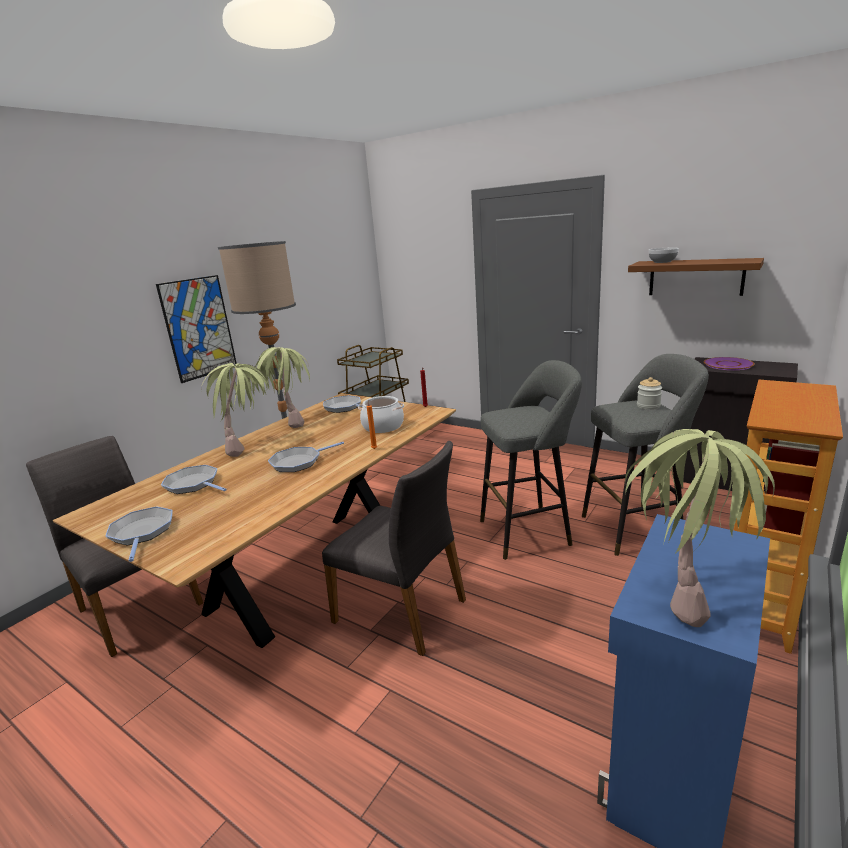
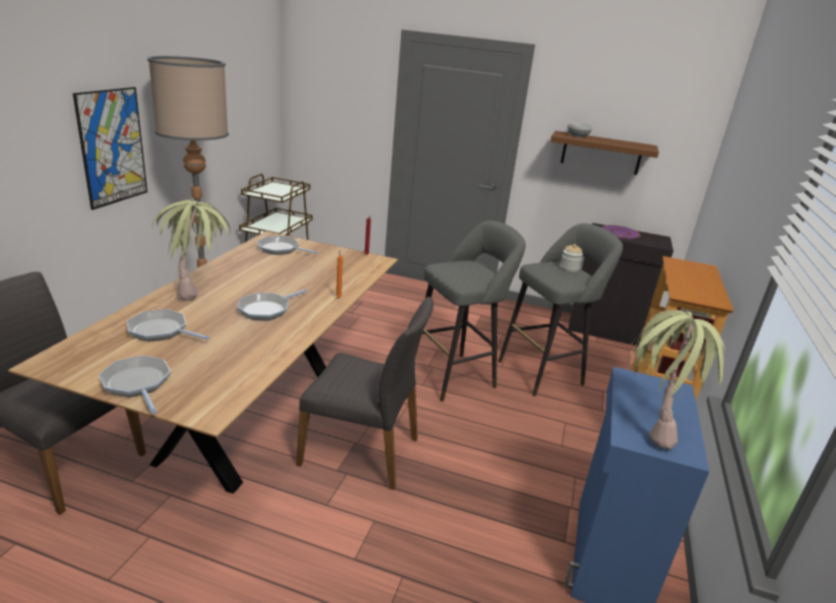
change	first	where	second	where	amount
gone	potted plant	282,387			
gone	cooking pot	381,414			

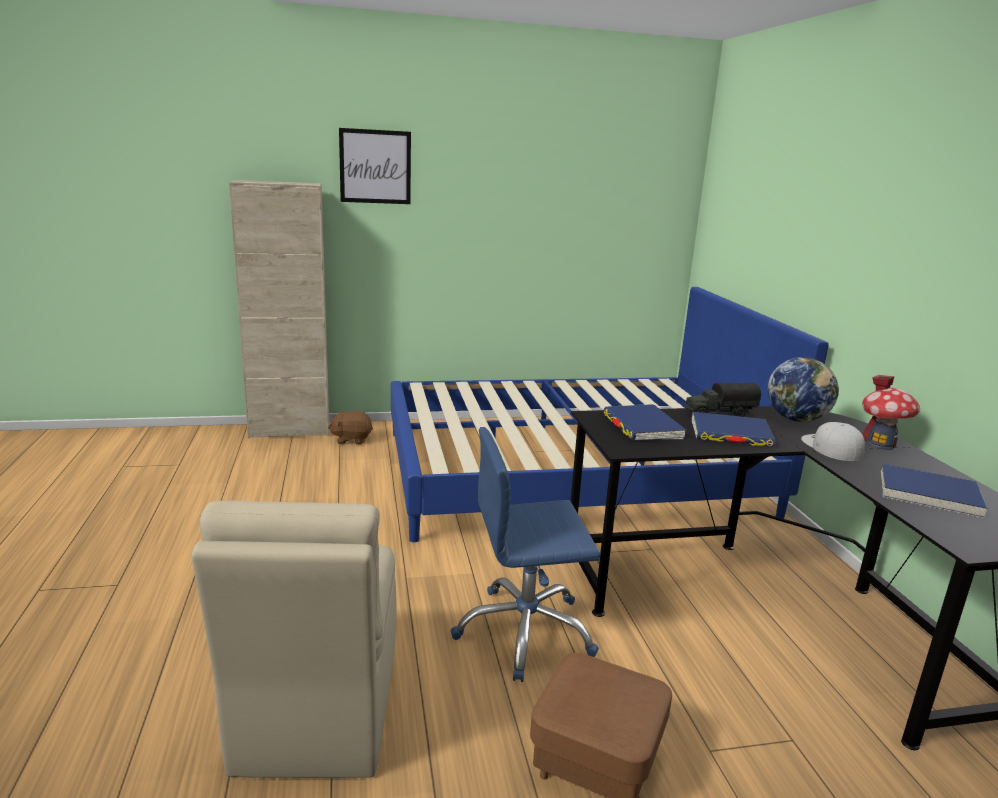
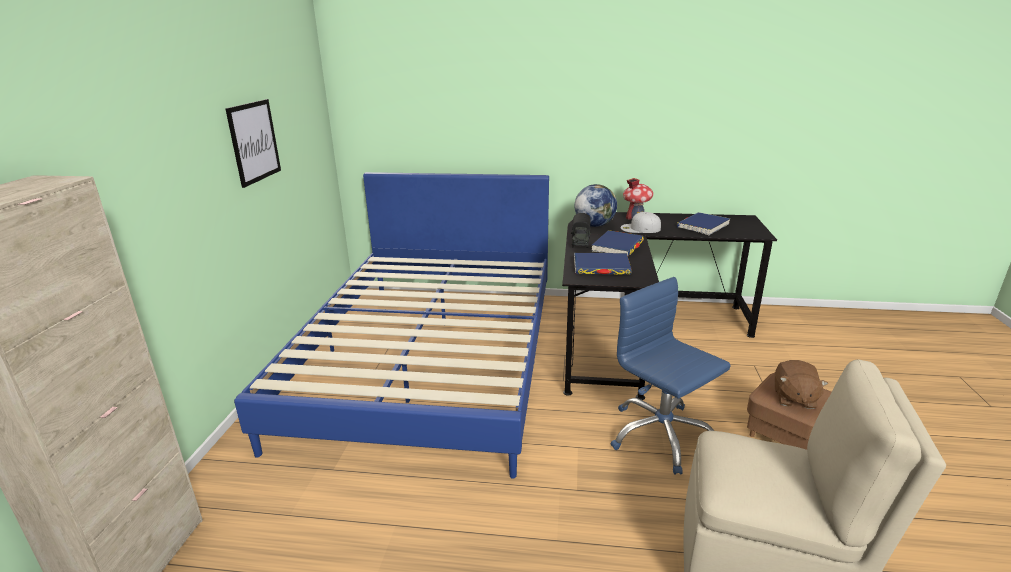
change	first	where	second	where	amount
shifted	picture	375,166		253,143	
rotated	blue office chair	525,554		671,376	135 degrees clockwise
shifted	brown plush toy	350,428		801,384	

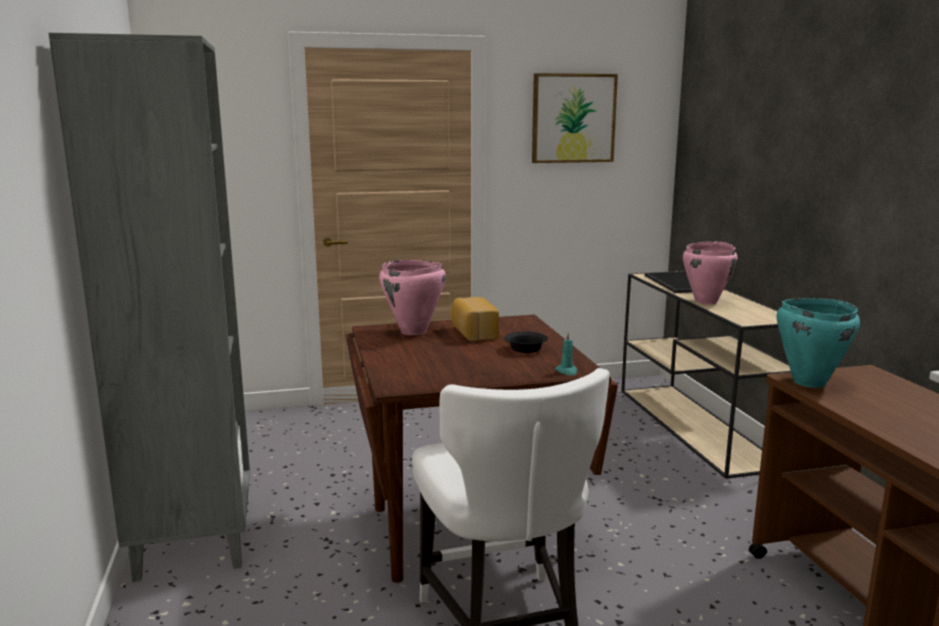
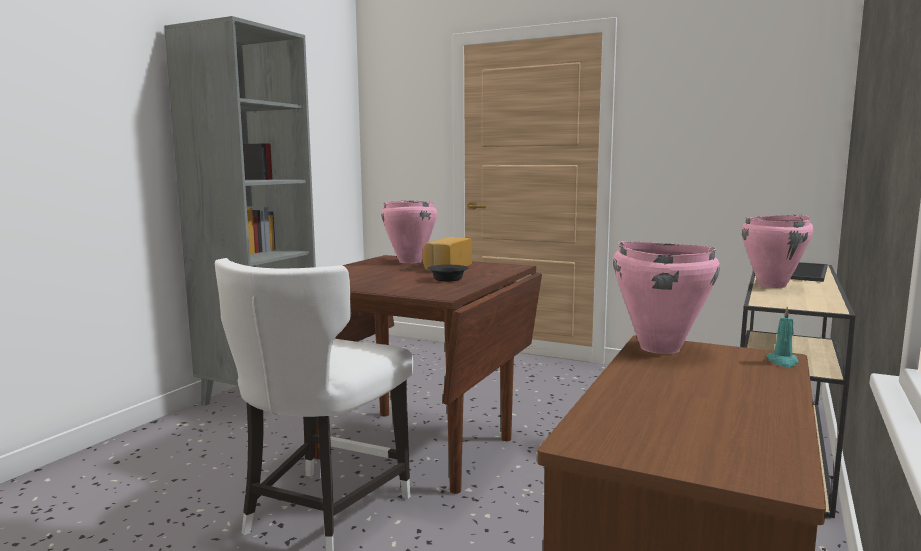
change	first	where	second	where	amount
repainted	turquoise cooking pot	818,343	pink cooking pot	666,297	
shifted	turquoise candle	566,354		782,337	
gone	picture	575,118			

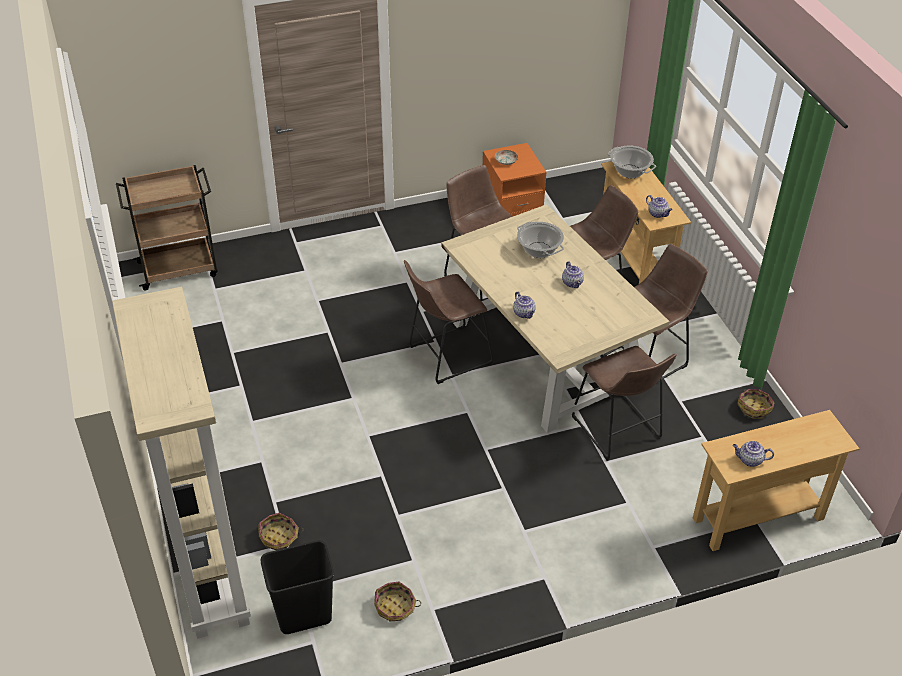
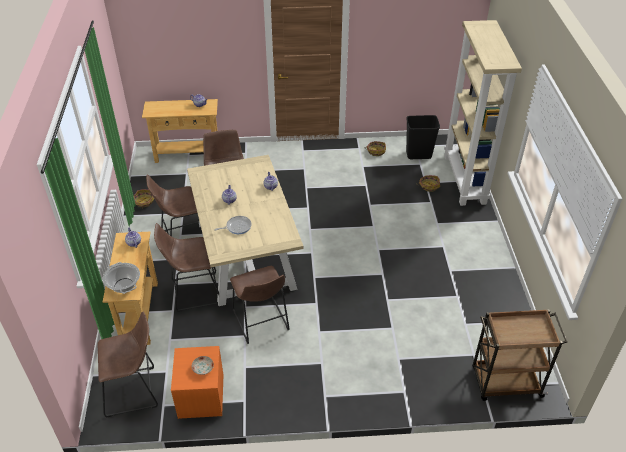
change	first	where	second	where	amount
shifted	brown stool	448,322		127,365	
swapped	cooking pot	540,240	frying pan	233,225	

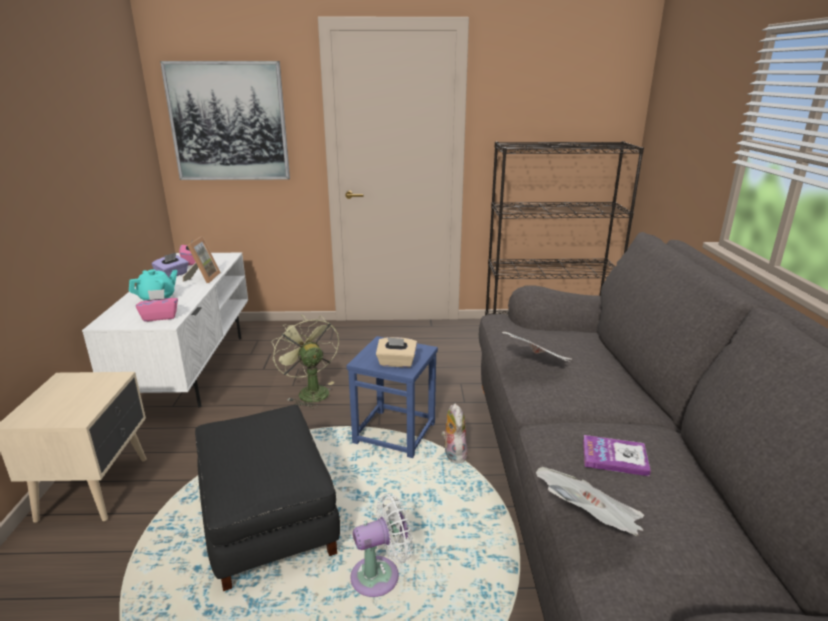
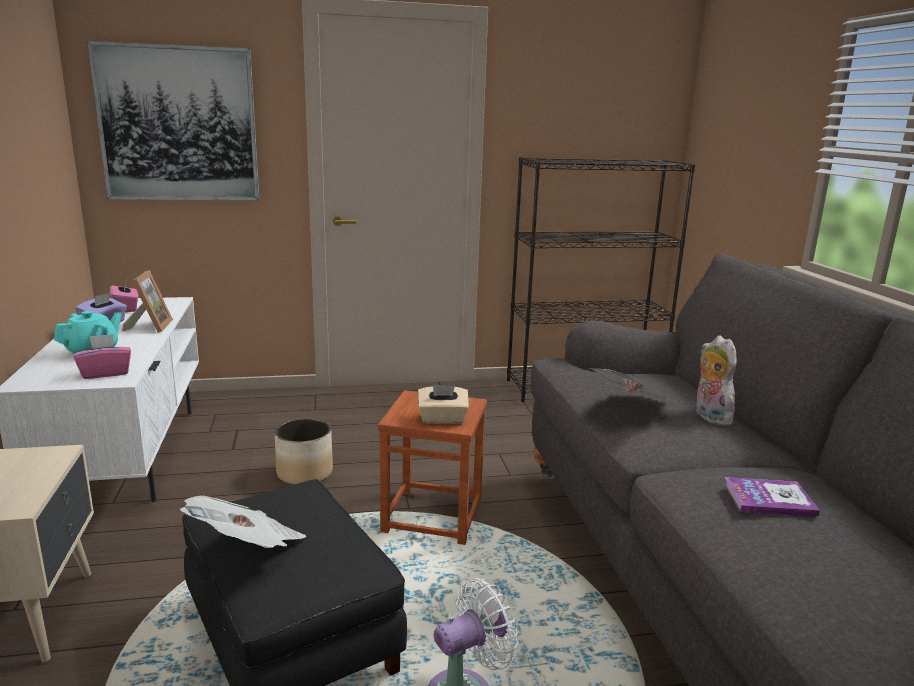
change	first	where	second	where	amount
shifted	newspaper	590,501		242,522	
swapped	green fan	305,361	planter	304,451	
repainted	blue stool	392,397	brown stool	432,467	
shifted	plush toy	454,433		716,380	

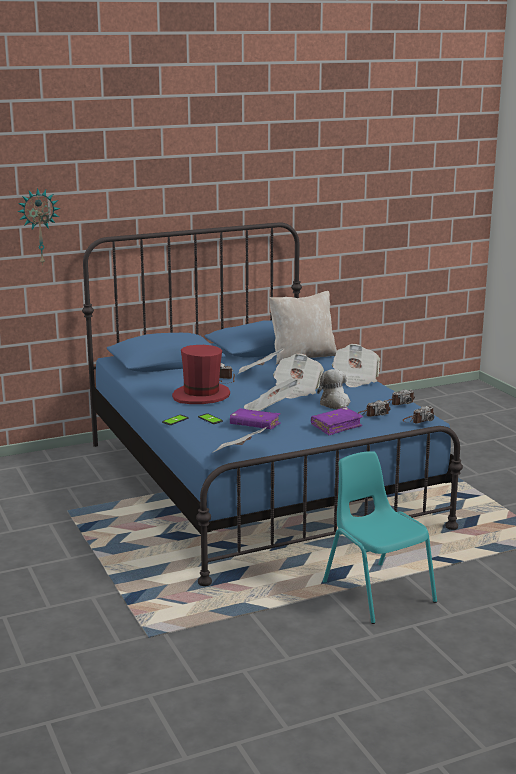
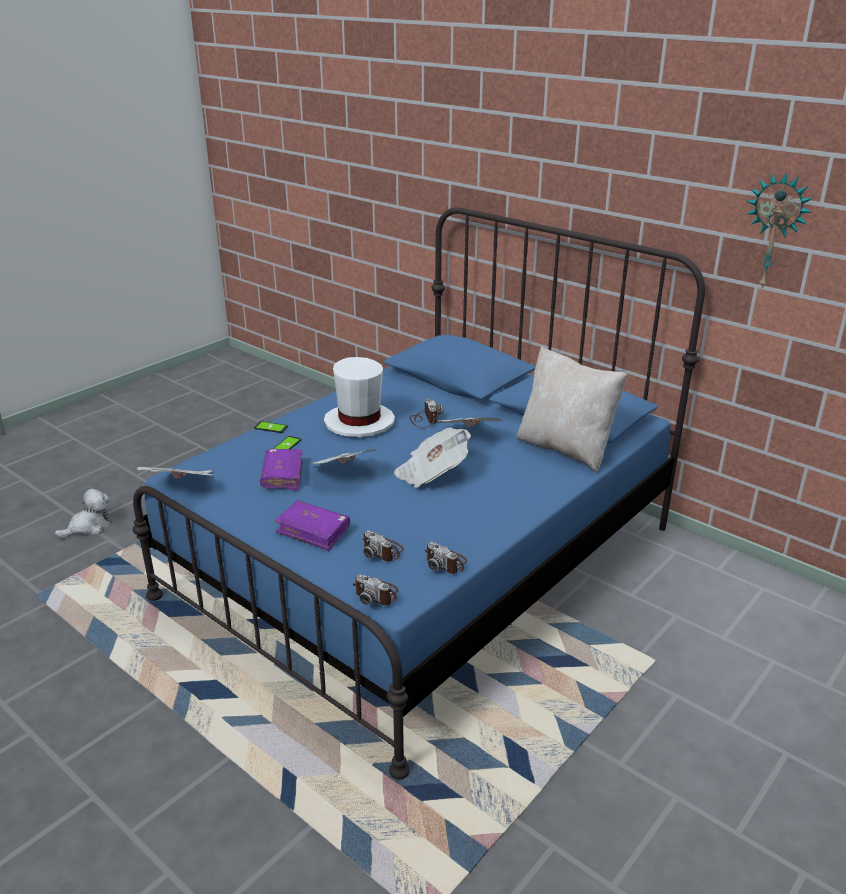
change	first	where	second	where	amount
shifted	plush toy	333,389		83,513	
repainted	red hat	201,374	white hat	359,397	
shifted	wall clock	38,226		780,230	
gone	turquoise chair	380,537			
gone	newspaper	356,365			

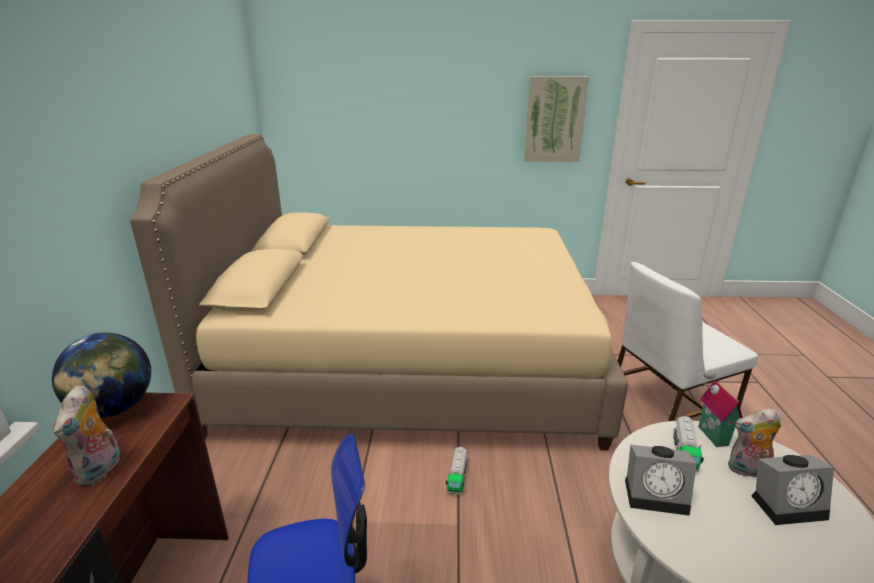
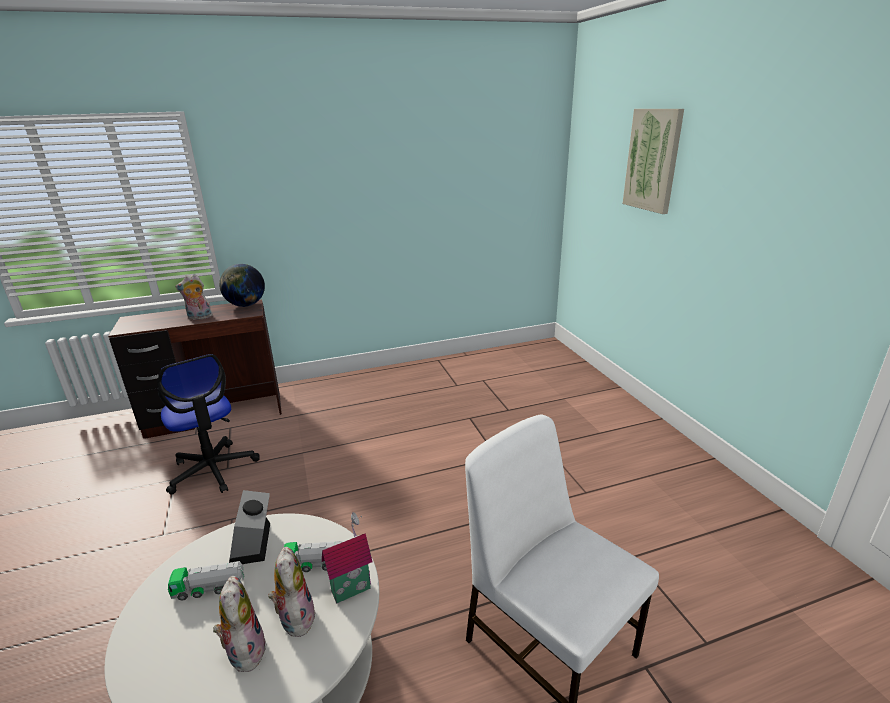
change	first	where	second	where	amount
shifted	toy truck	457,471		206,581	
swapped	alarm clock	792,490	plush toy	240,624	
shifted	picture	556,119		653,161	
gone	beige bed	379,292			

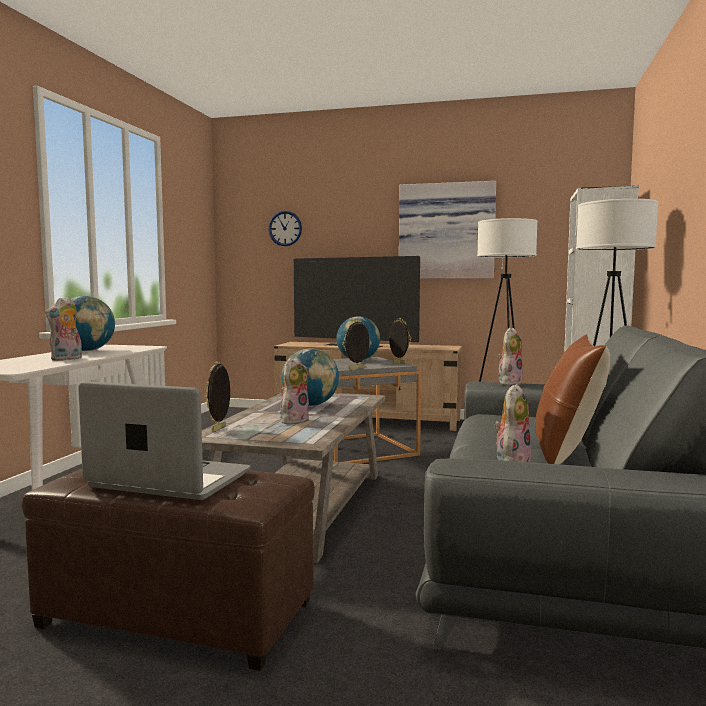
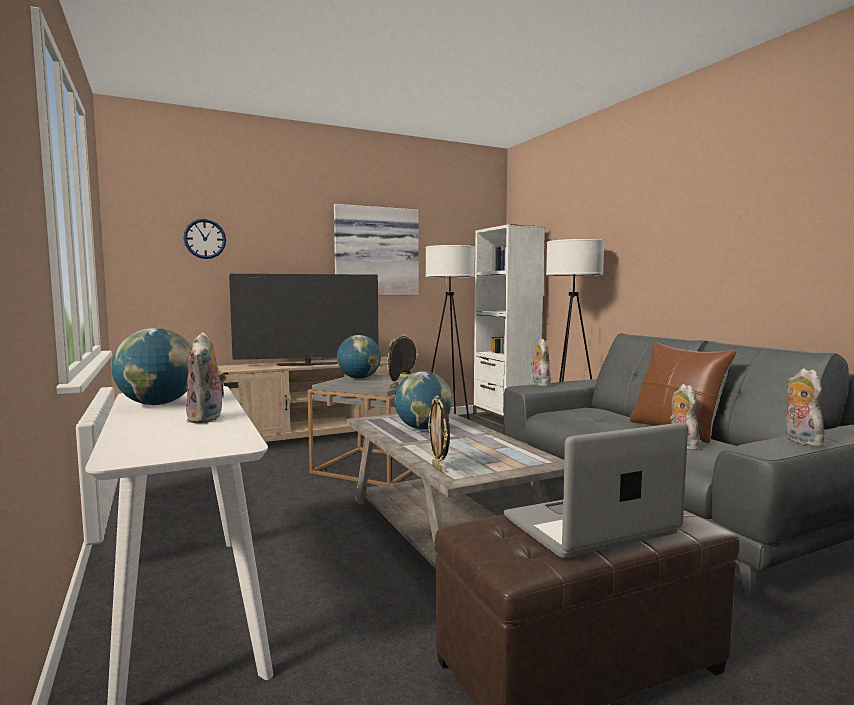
change	first	where	second	where	amount
shifted	plush toy	295,390		807,408	

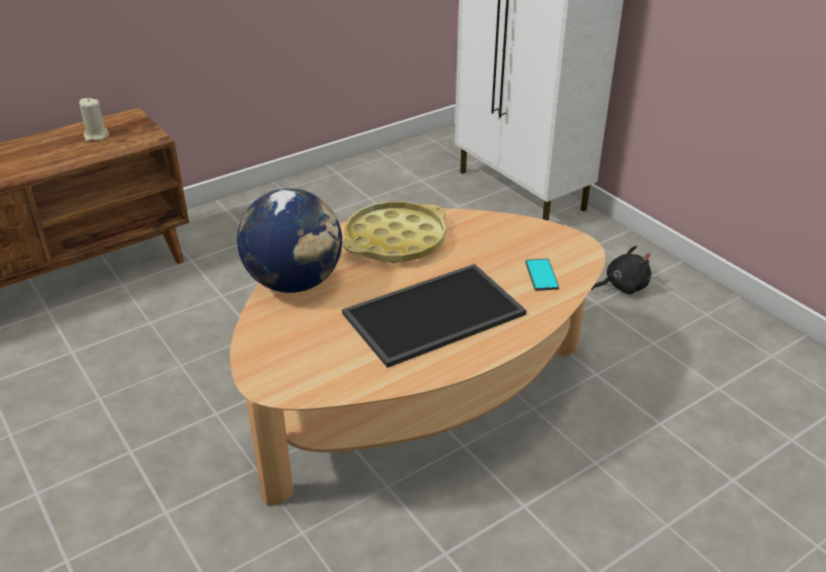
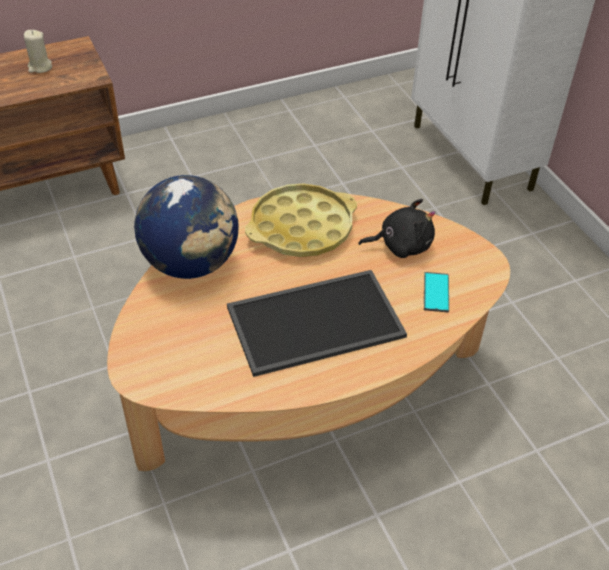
change	first	where	second	where	amount
shifted	black plush toy	621,270		397,228	

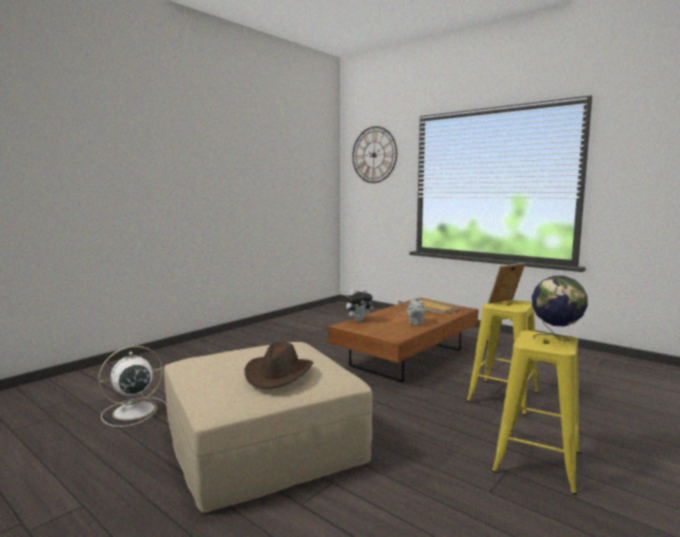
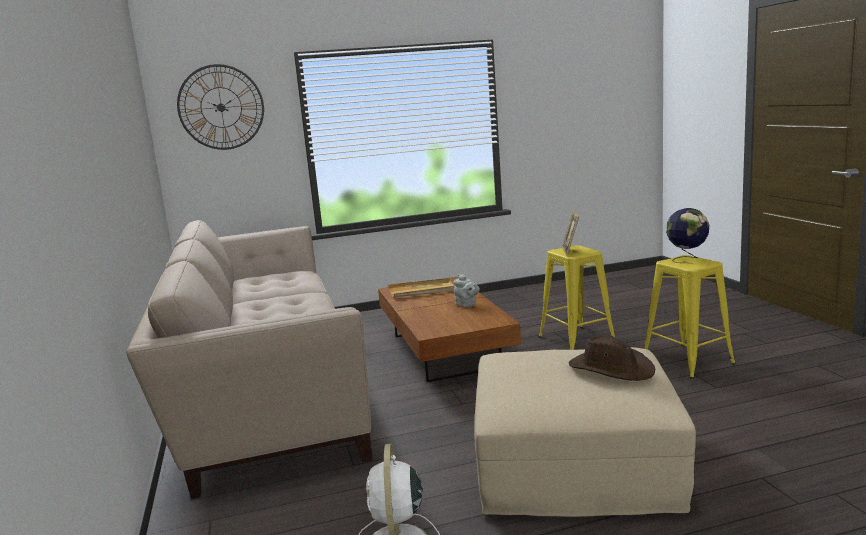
change	first	where	second	where	amount
new			beige sofa	249,359	
gone	plush toy	359,305			

